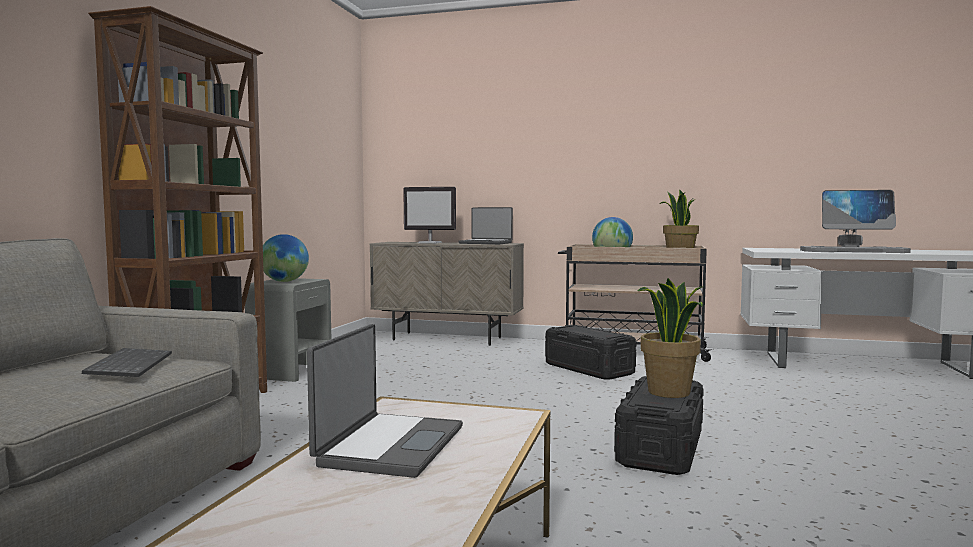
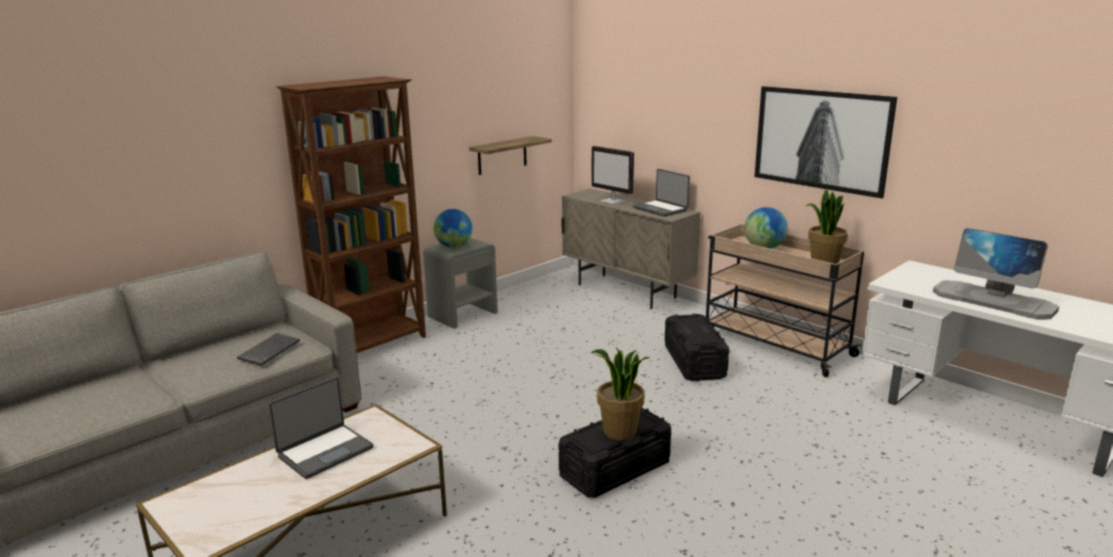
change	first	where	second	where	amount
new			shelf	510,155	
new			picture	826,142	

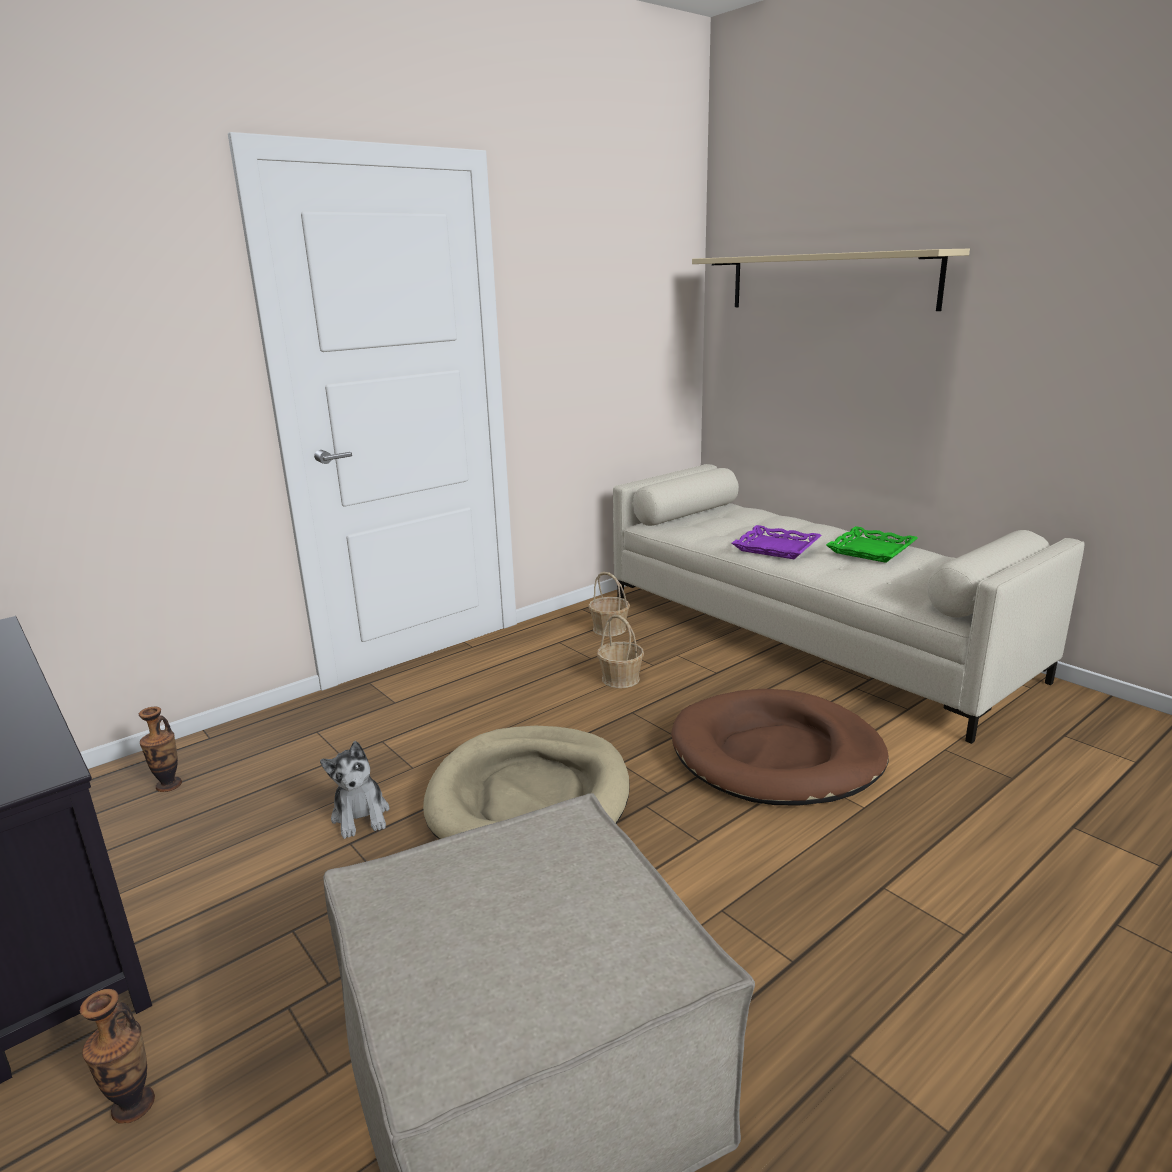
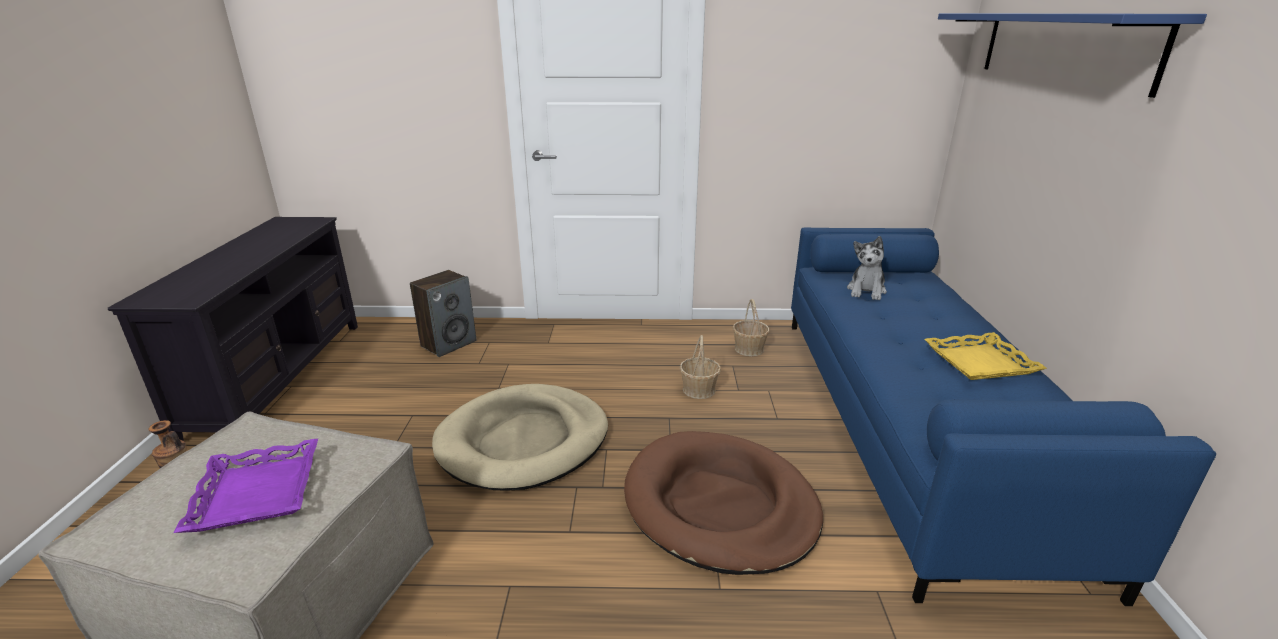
change	first	where	second	where	amount
shifted	purple tray	777,542		246,486	
new			speaker	443,313	
repainted	beige sofa	848,604	blue sofa	1003,416	
shifted	plush toy	355,790		867,268	
repainted	green tray	872,544	yellow tray	985,356	
repainted	beige shelf	831,280	blue shelf	1072,55	
gone	vase	160,749			

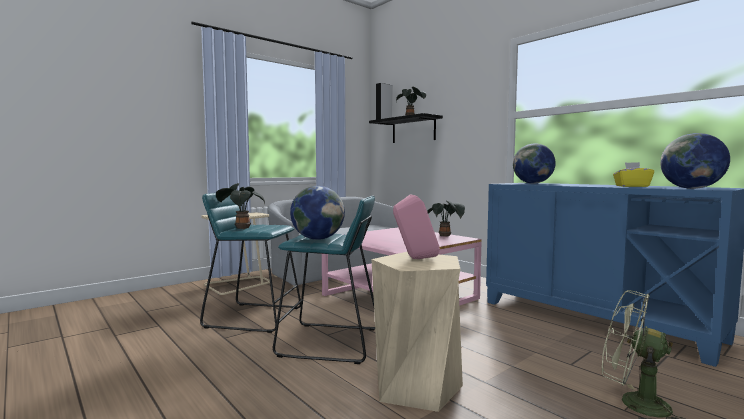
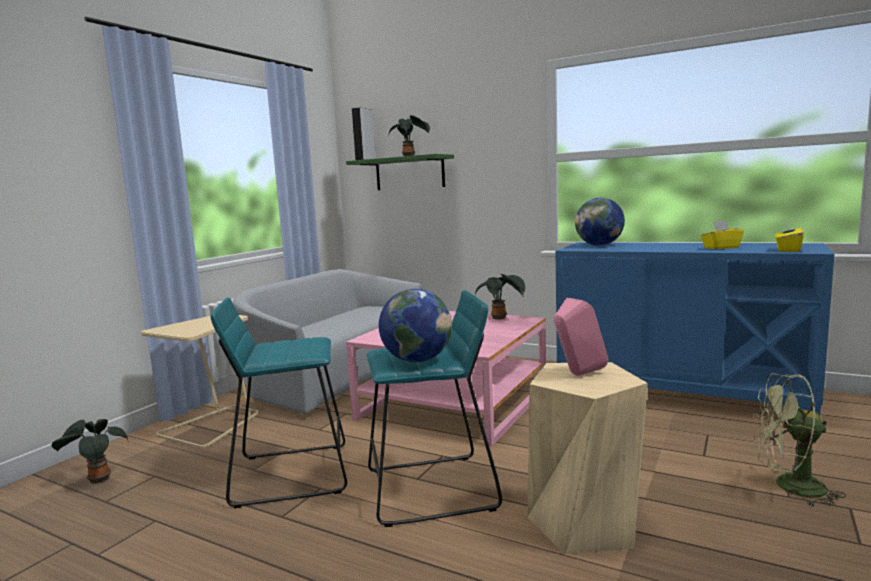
change	first	where	second	where	amount
shifted	potted plant	240,206		90,451	
repainted	black shelf	406,128	green shelf	400,172	
swapped	globe	695,161	yellow tissue box	789,236	

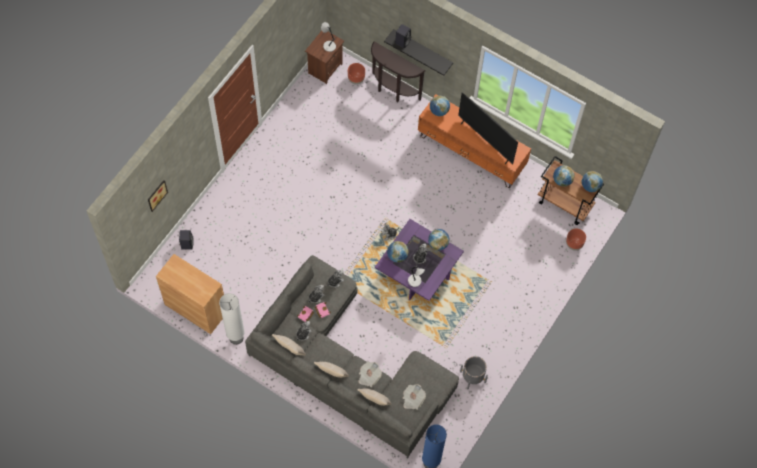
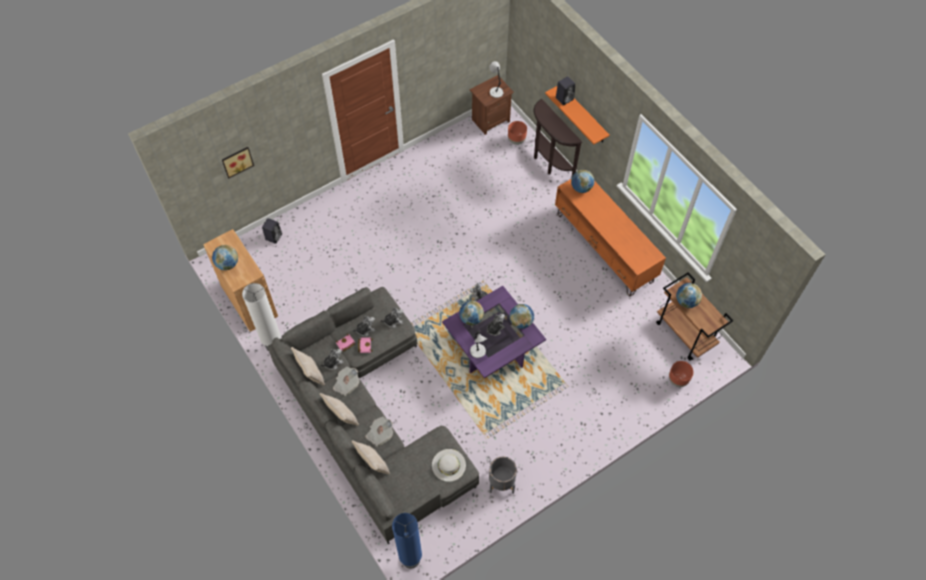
change	first	where	second	where	amount
shifted	globe	592,181		225,257	
shifted	newspaper	414,397		346,381	
new			white hat	449,465	
repainted	black shelf	418,52	orange shelf	577,115	
gone	television	488,128			

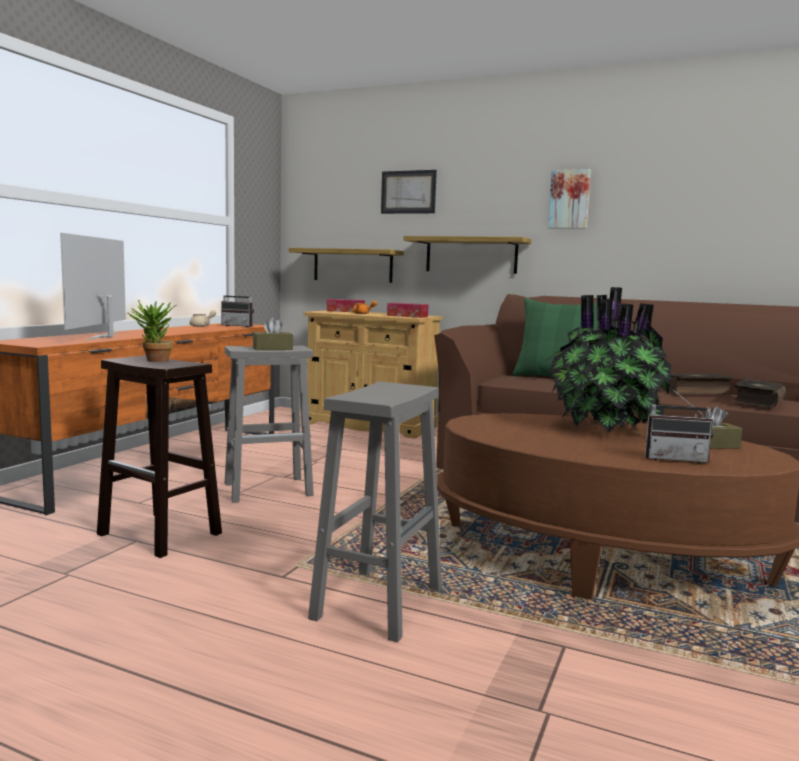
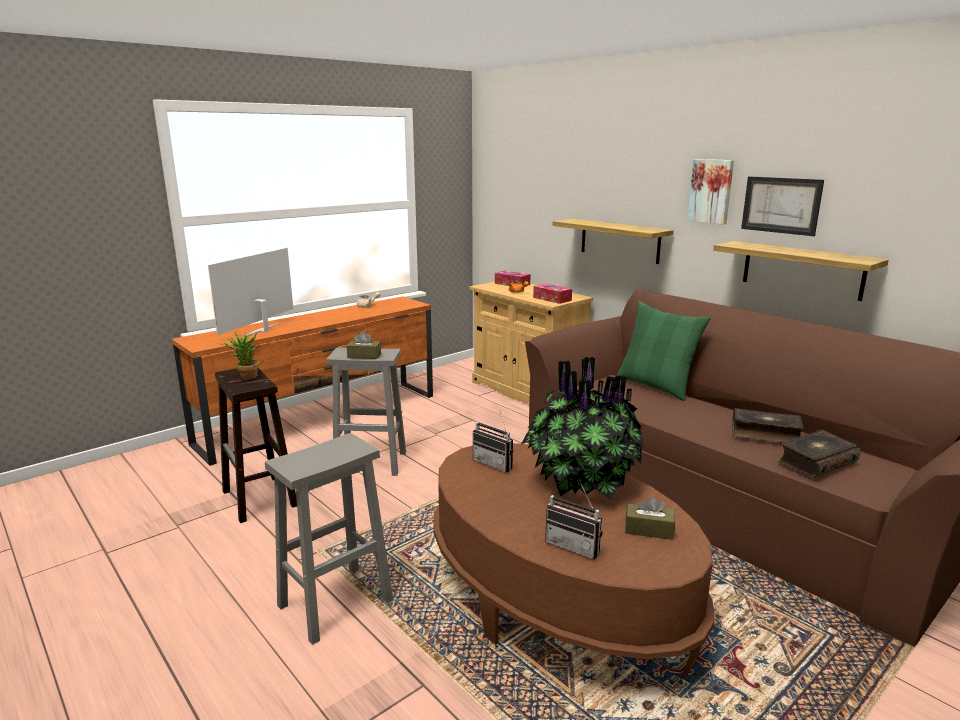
change	first	where	second	where	amount
shifted	radio	237,308		493,442	
shifted	shelf	346,265		801,271	
shifted	picture	409,192		782,206	

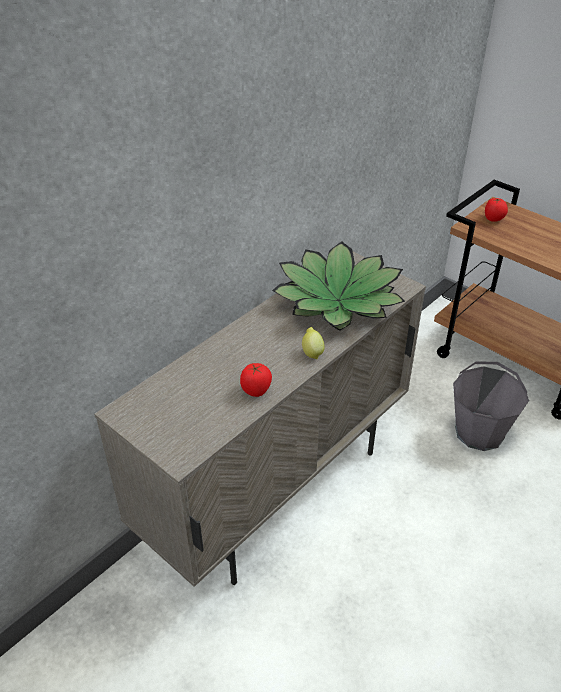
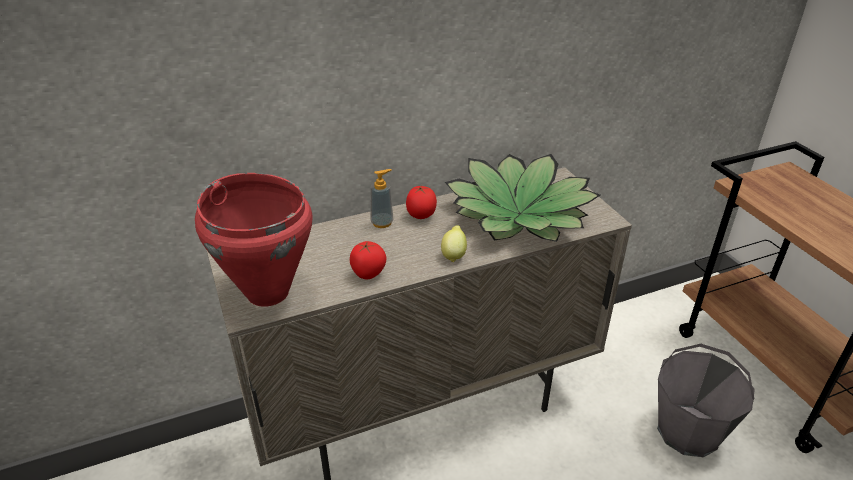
change	first	where	second	where	amount
new			red cooking pot	254,240	
new			soap dispenser	382,198	
shifted	tomato	496,210		421,202	

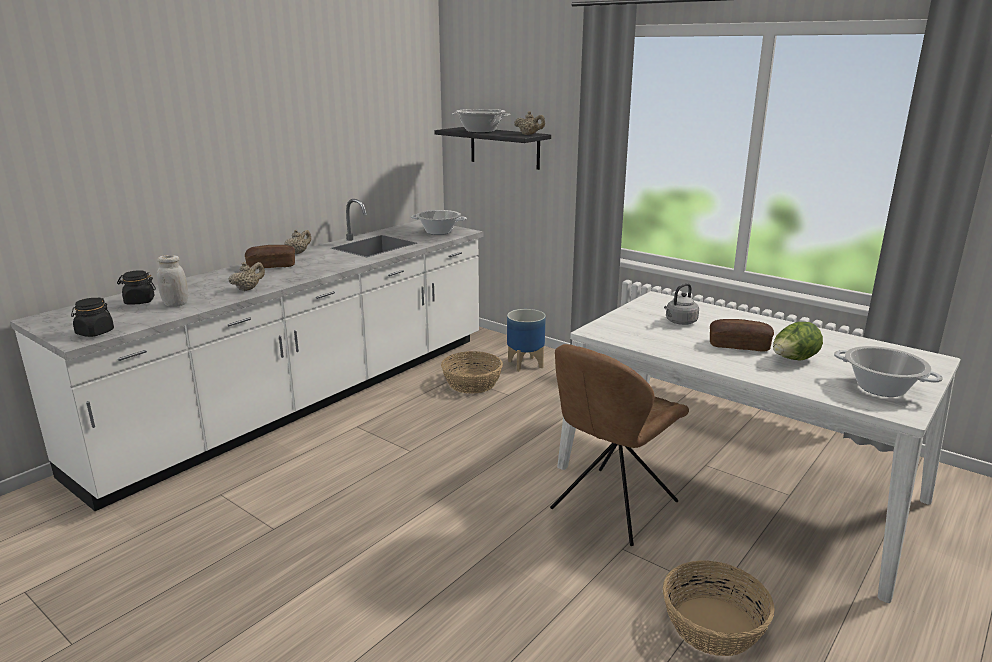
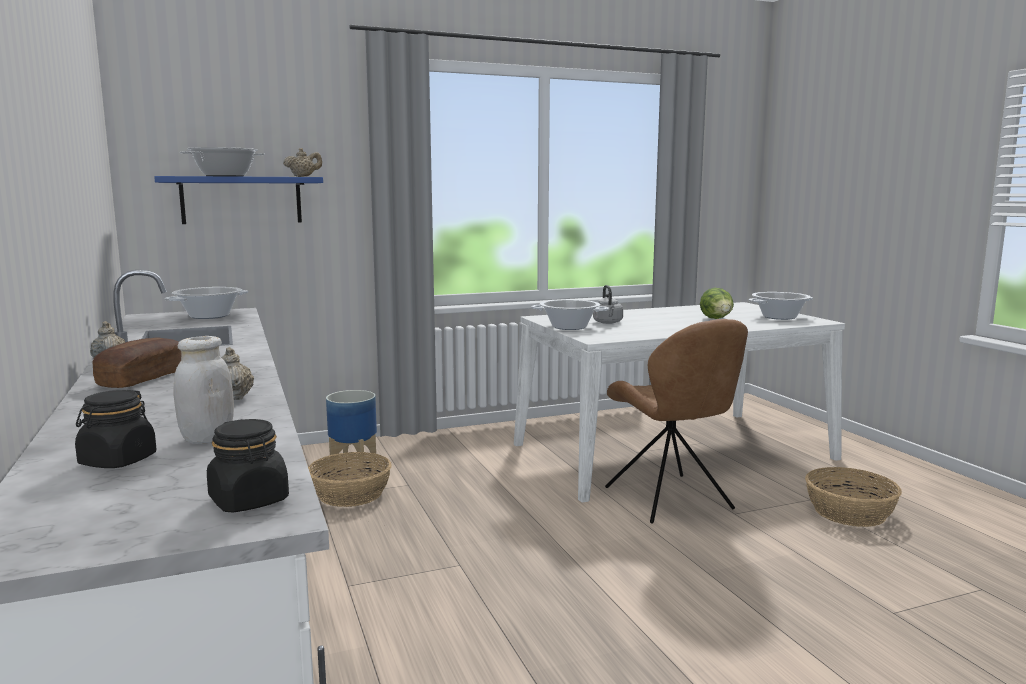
change	first	where	second	where	amount
repainted	black shelf	492,148	blue shelf	238,200	
new			cooking pot	570,315	
gone	bread	742,335			

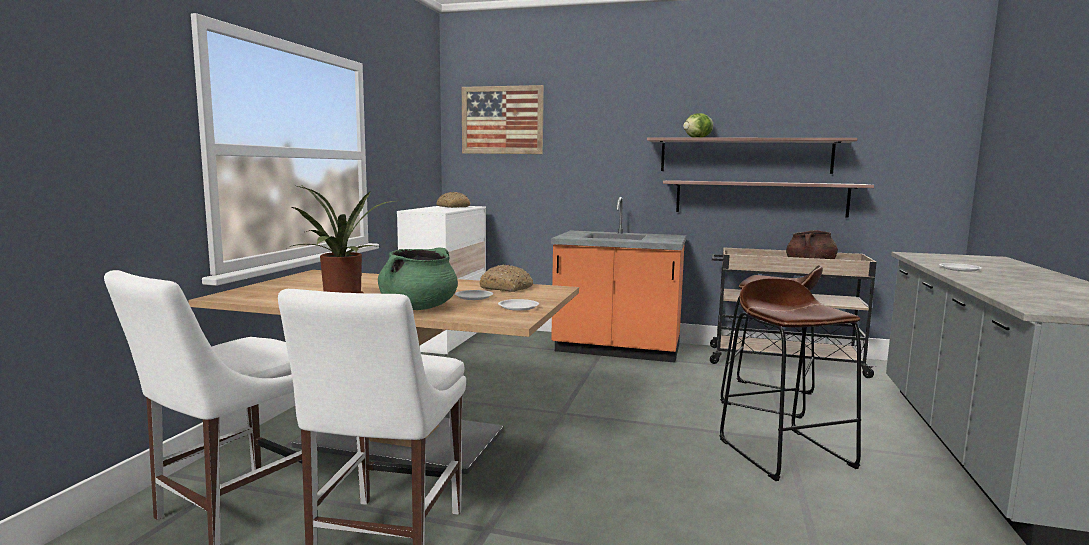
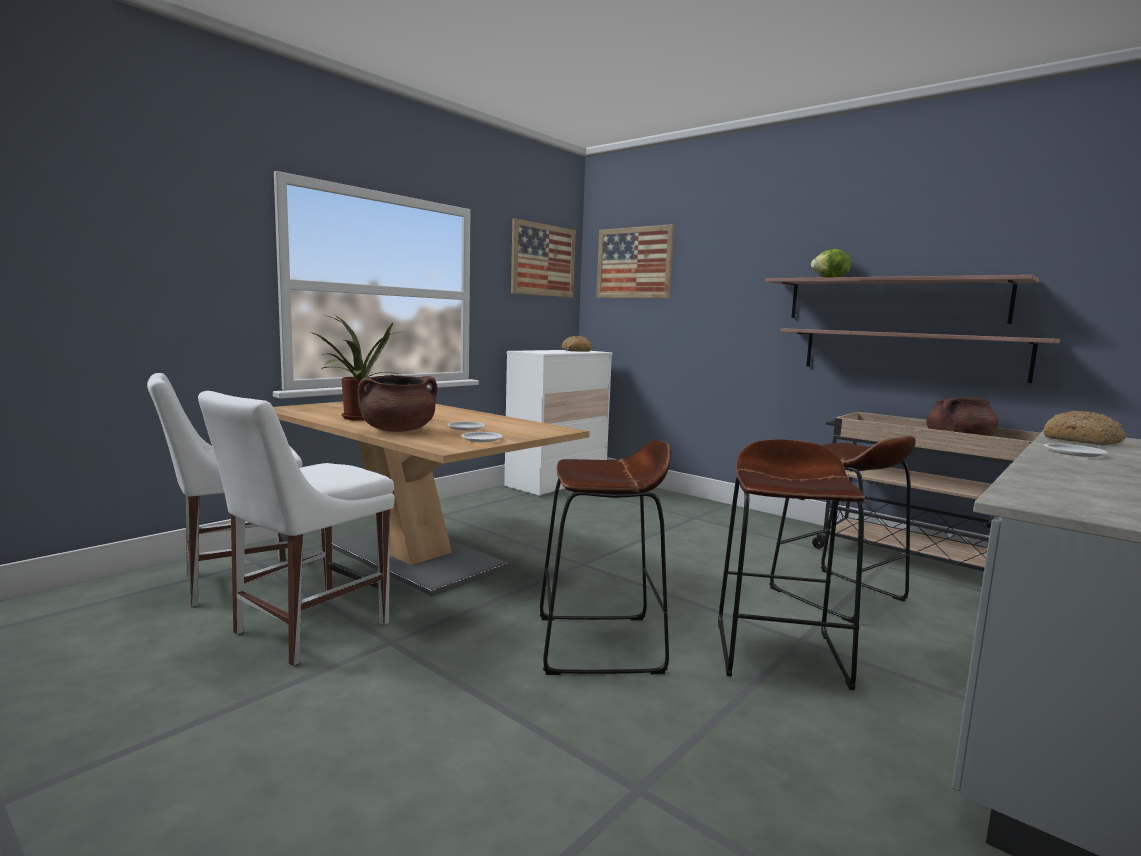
change	first	where	second	where	amount
repainted	green cooking pot	418,278	brown cooking pot	398,403	
new			picture	543,258	
new			brown stool	606,557	
shifted	bread	506,278		1084,428	
gone	orange counter	618,280			

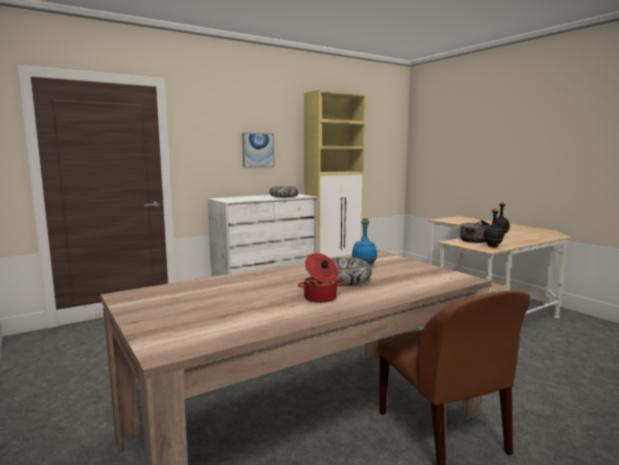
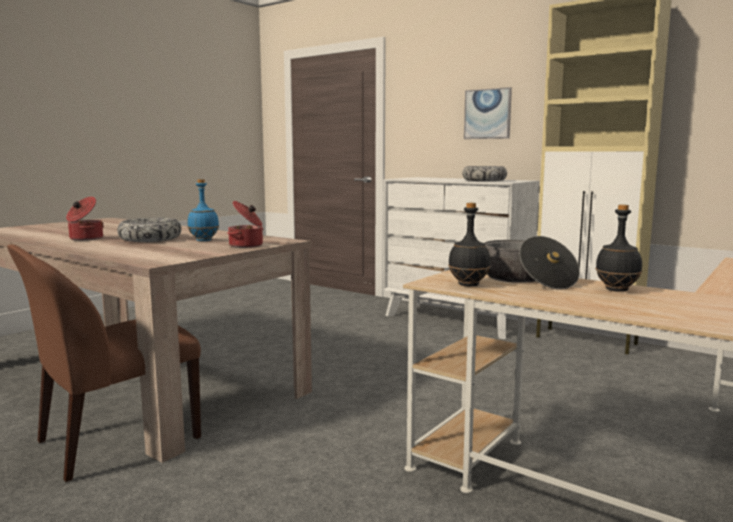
change	first	where	second	where	amount
new			cooking pot	245,224	

